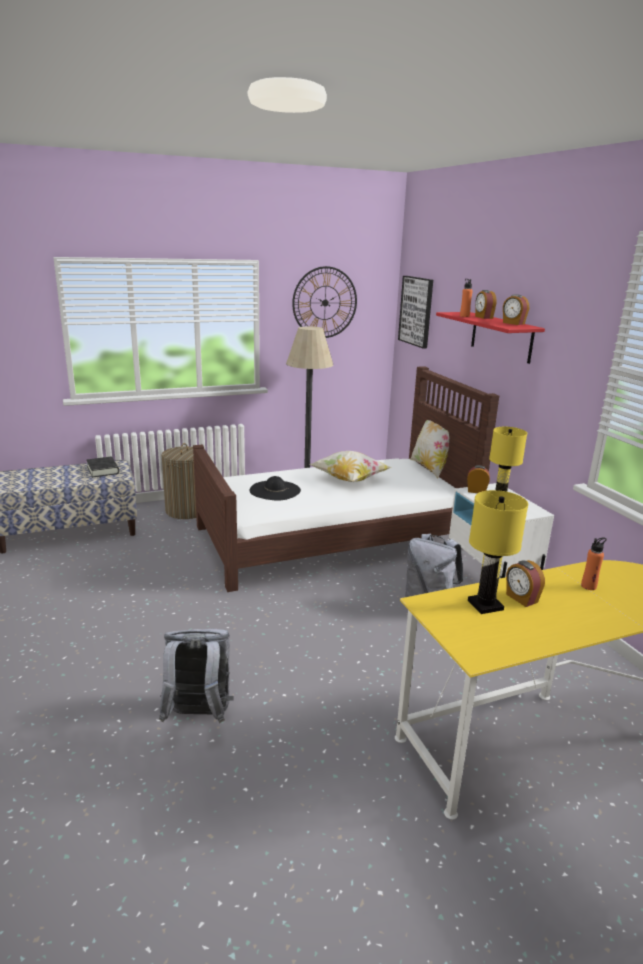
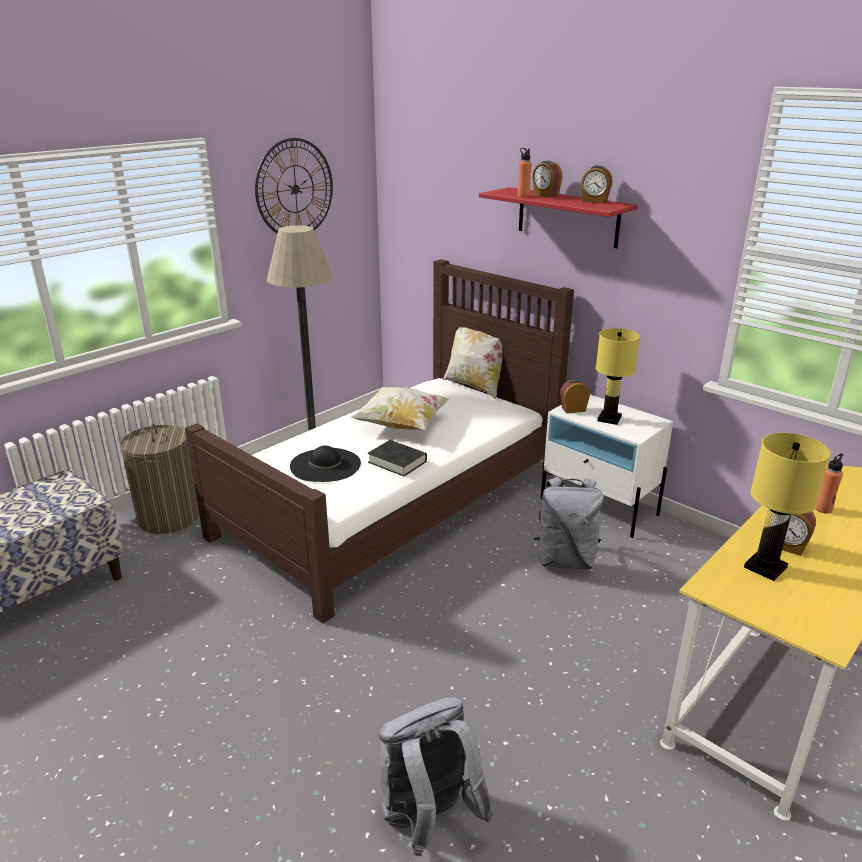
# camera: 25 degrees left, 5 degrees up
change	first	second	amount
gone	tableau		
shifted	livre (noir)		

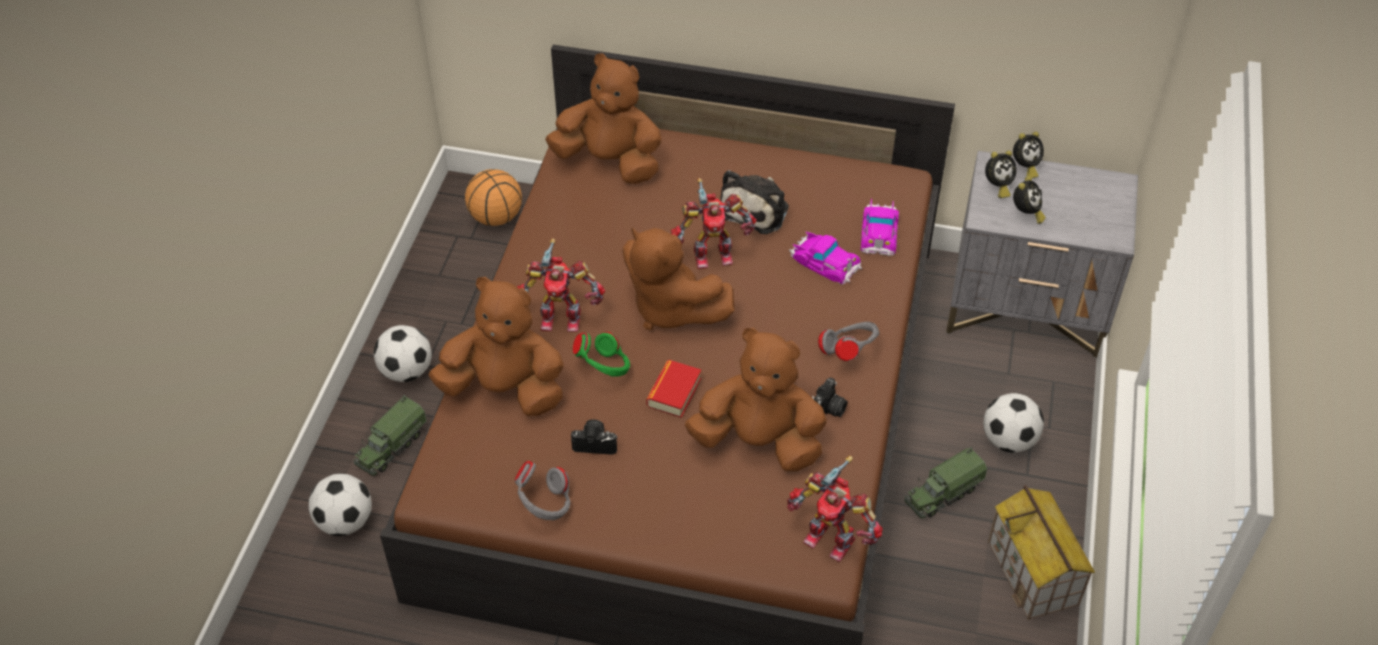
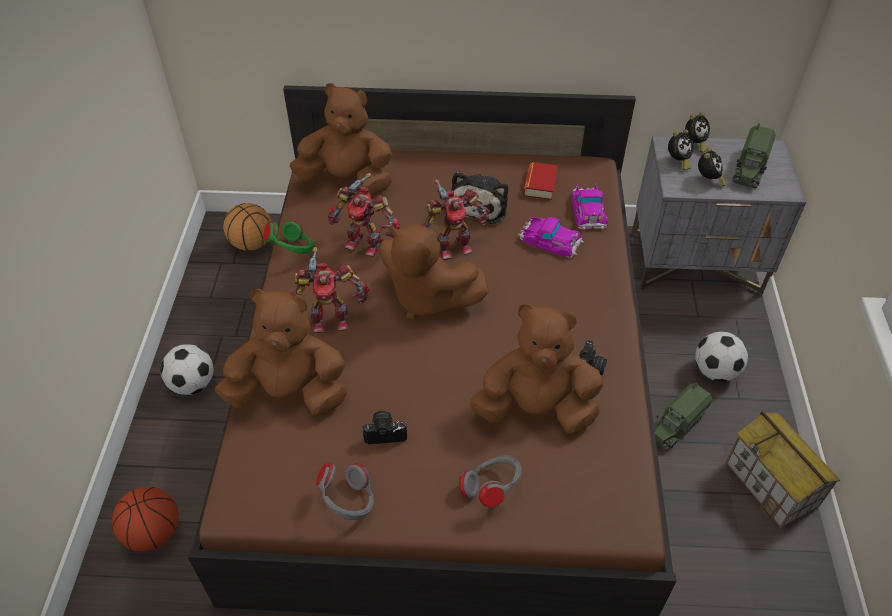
# camera: 10 degrees left, 0 degrees up
change	first	second	amount
shifted	camion jouet (no. 1 from left in the first image)	camion jouet (no. 2 from left)	
shifted	casque audio (vert)		
shifted	livre		
shifted	robot jouet (no. 3 from left in the first image)	robot jouet (no. 2 from left)	
shifted	casque audio (gris) (no. 2 from left)		
swapped	ballon de foot (no. 1 from left)	ballon de basket (no. 1 from left)	

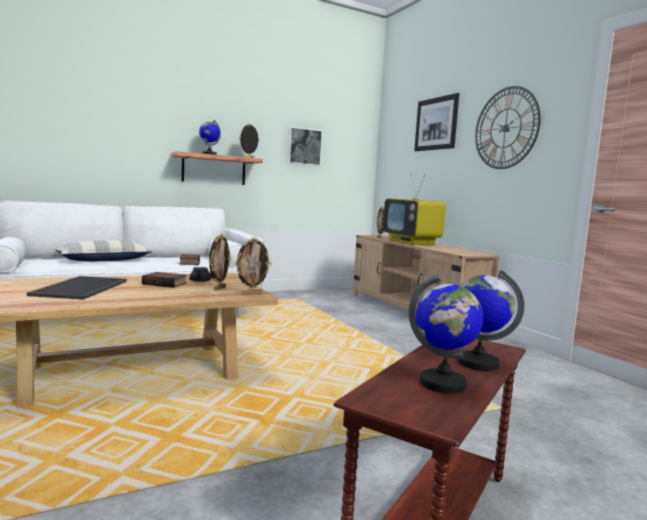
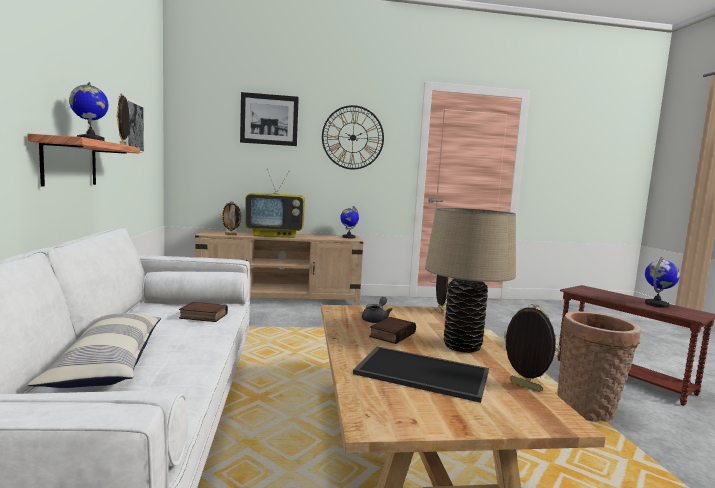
# camera: 70 degrees left, 0 degrees up
change	first	second	amount
new		lampe de table (beige)	
new		panier	
shifted	cadre photo (no. 1 from left in the first image)	cadre photo (no. 4 from left)	
shifted	globe (no. 3 from left in the first image)	globe (no. 2 from left)	

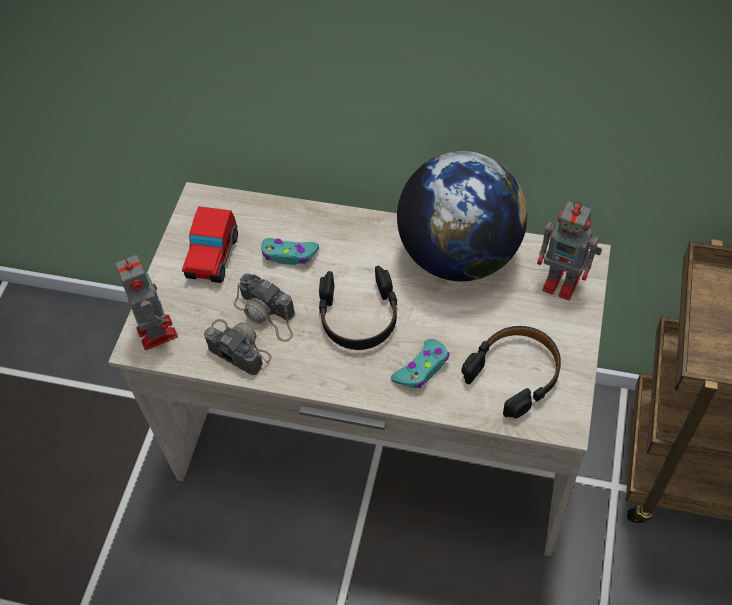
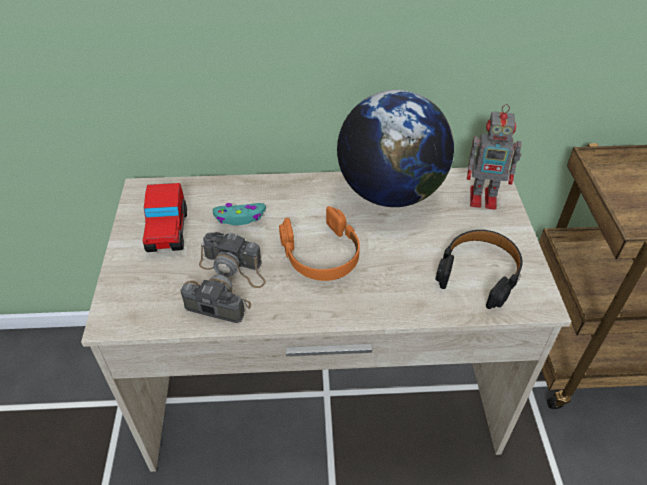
# camera: 20 degrees left, 10 degrees down
change	first	second	amount
gone	robot jouet (no. 1 from left)		
gone	manette (turquoise) (no. 2 from left)		
repainted	casque audio (noir) (no. 1 from left)	casque audio (orange)	

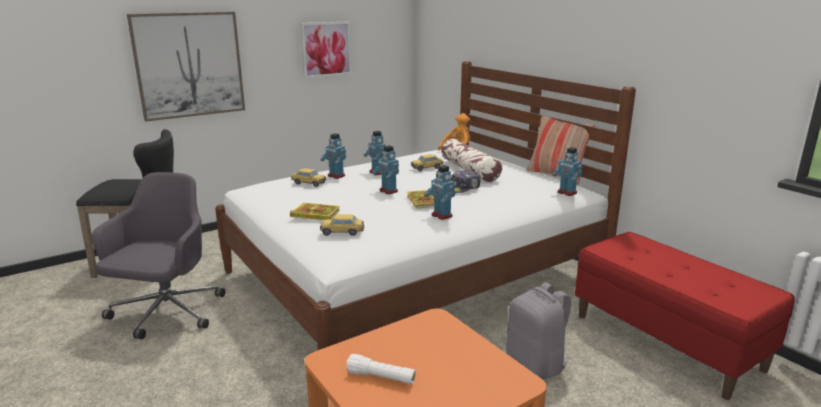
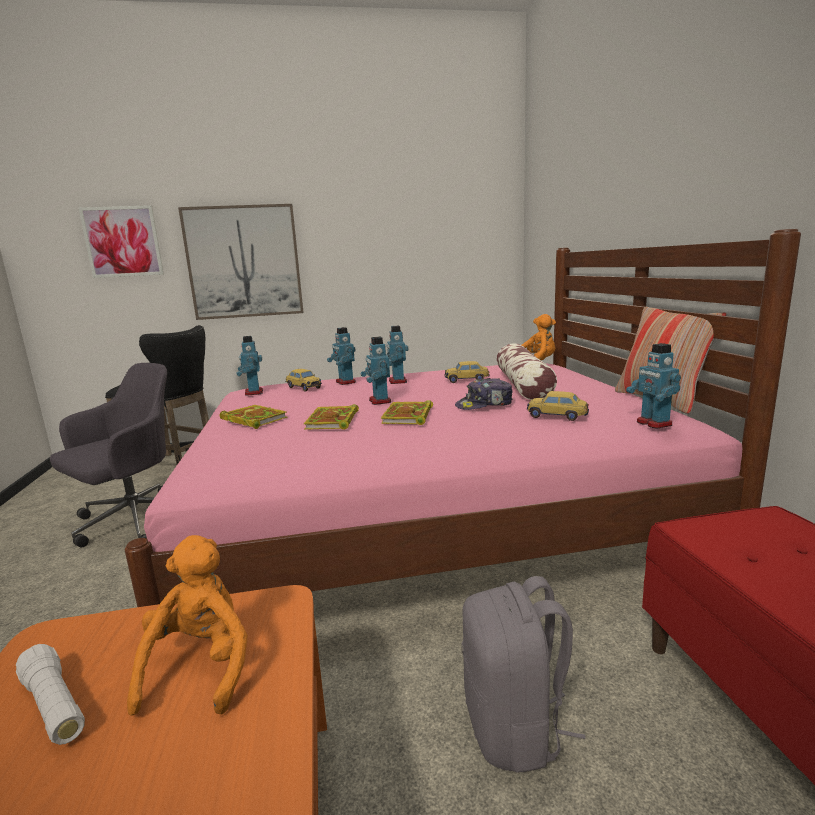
# camera: 25 degrees right, 5 degrees down
change	first	second	amount
new		peluche (orange) (no. 1 from left)	
new		livre (no. 2 from left)	
shifted	tableau (no. 2 from left in the first image)	tableau (no. 1 from left)	
shifted	petite voiture (no. 2 from left in the first image)	petite voiture (no. 3 from left)	
shifted	robot jouet (no. 4 from left in the first image)	robot jouet (no. 1 from left)	
repainted	lit (blanc)	lit (rose)	

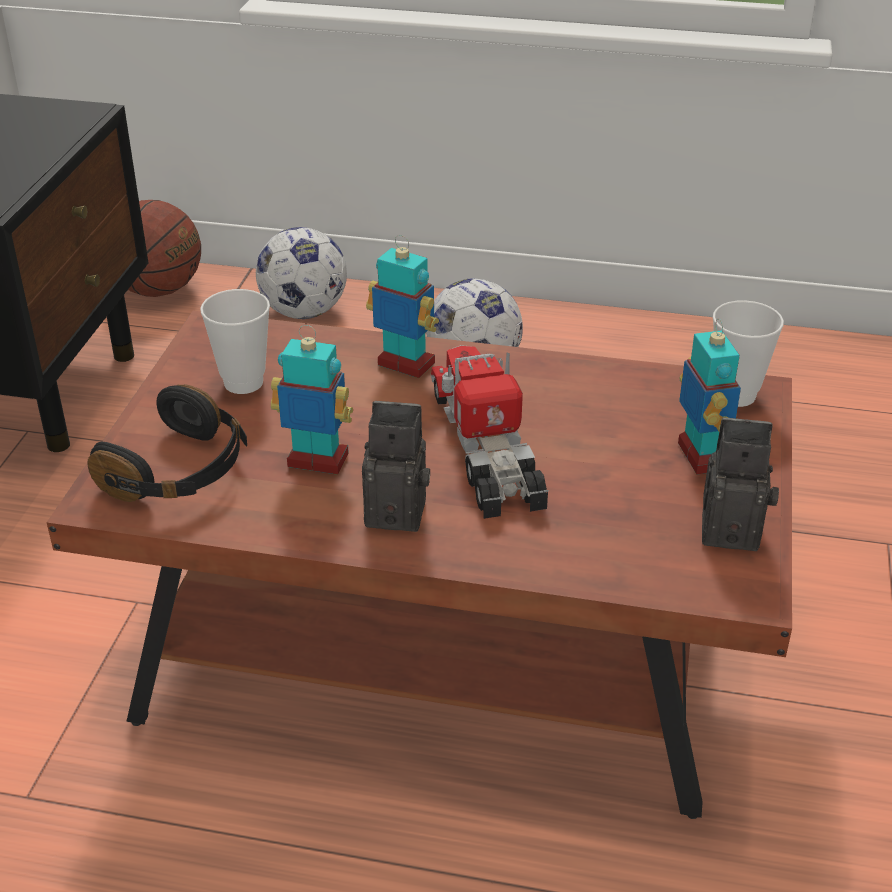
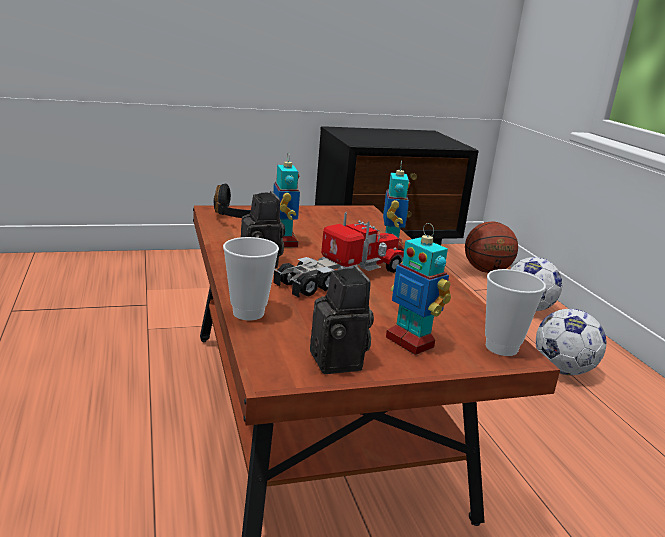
# camera: 60 degrees right, 15 degrees down
change	first	second	amount
shifted	tasse (no. 1 from left)		
rotated	robot jouet (no. 3 from left)		90 degrees clockwise

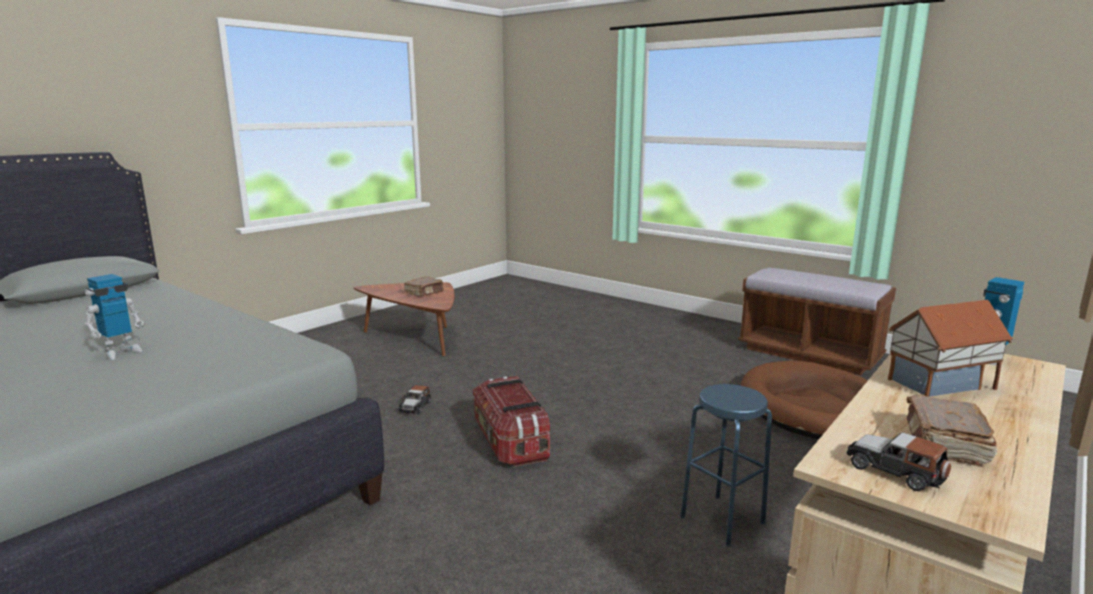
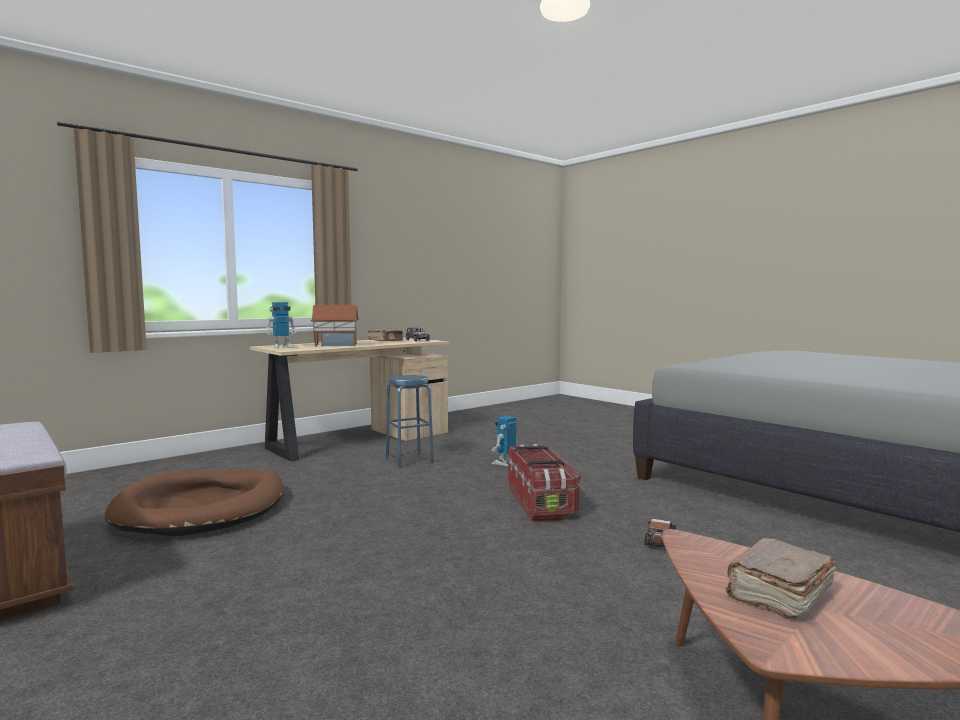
# camera: 170 degrees left, 10 degrees down
change	first	second	amount
shifted	robot jouet (no. 1 from left in the first image)	robot jouet (no. 2 from left)	

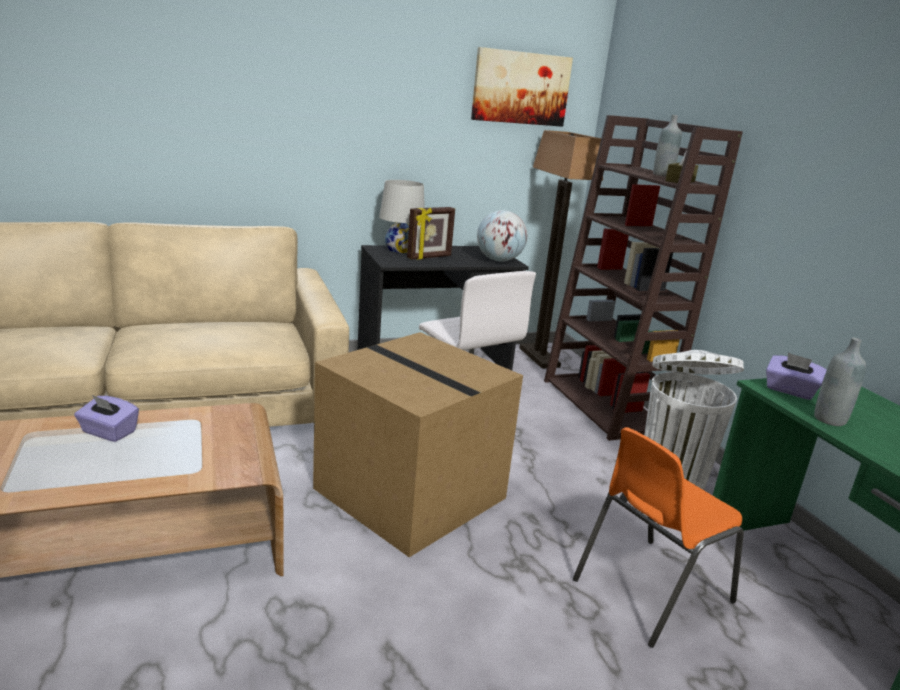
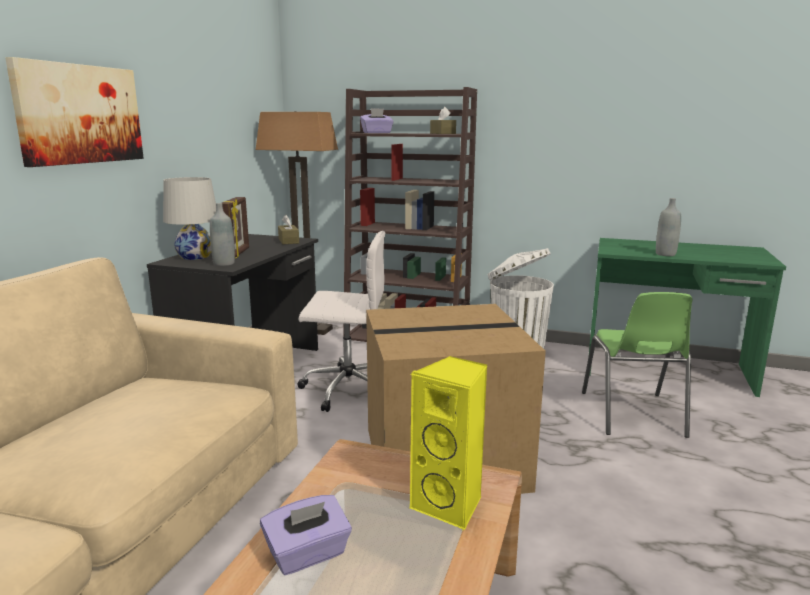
# camera: 50 degrees left, 5 degrees down
change	first	second	amount
new		enceinte (jaune)	
shifted	tableau		
shifted	bouteille (gris) (no. 1 from left)		
shifted	boîte à mouchoirs (violet) (no. 2 from left)		
swapped	globe	boîte à mouchoirs (marron) (no. 1 from left)	
repainted	chaise (orange)	chaise (vert)	

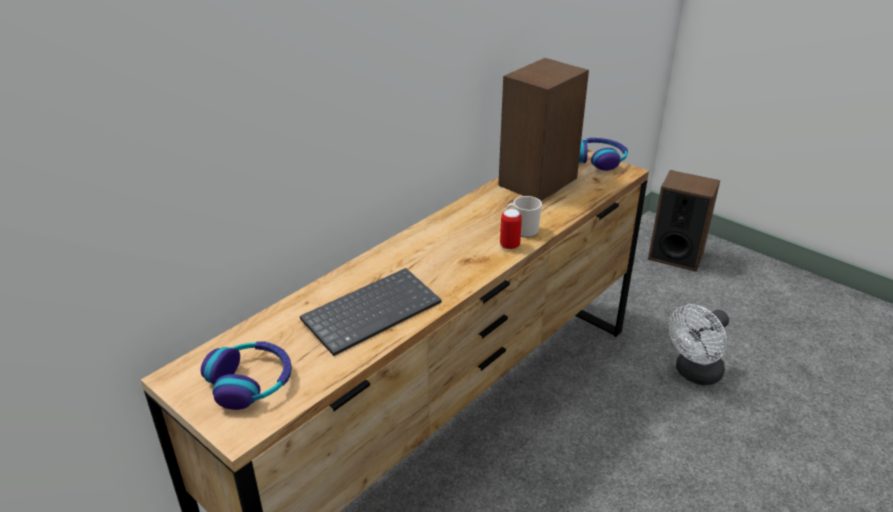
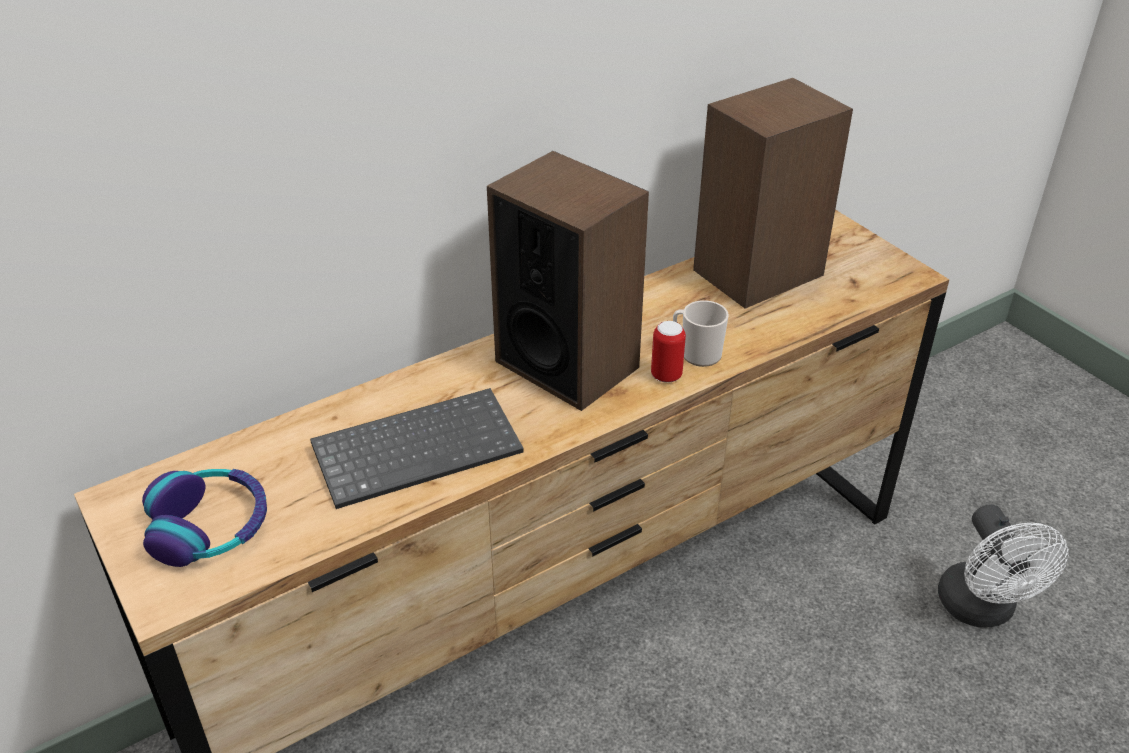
# camera: 15 degrees right, 5 degrees up
change	first	second	amount
gone	casque audio (no. 2 from left)		
shifted	enceinte (no. 2 from left in the first image)	enceinte (no. 1 from left)	
rotated	ventilateur (blanc)		75 degrees counterclockwise

